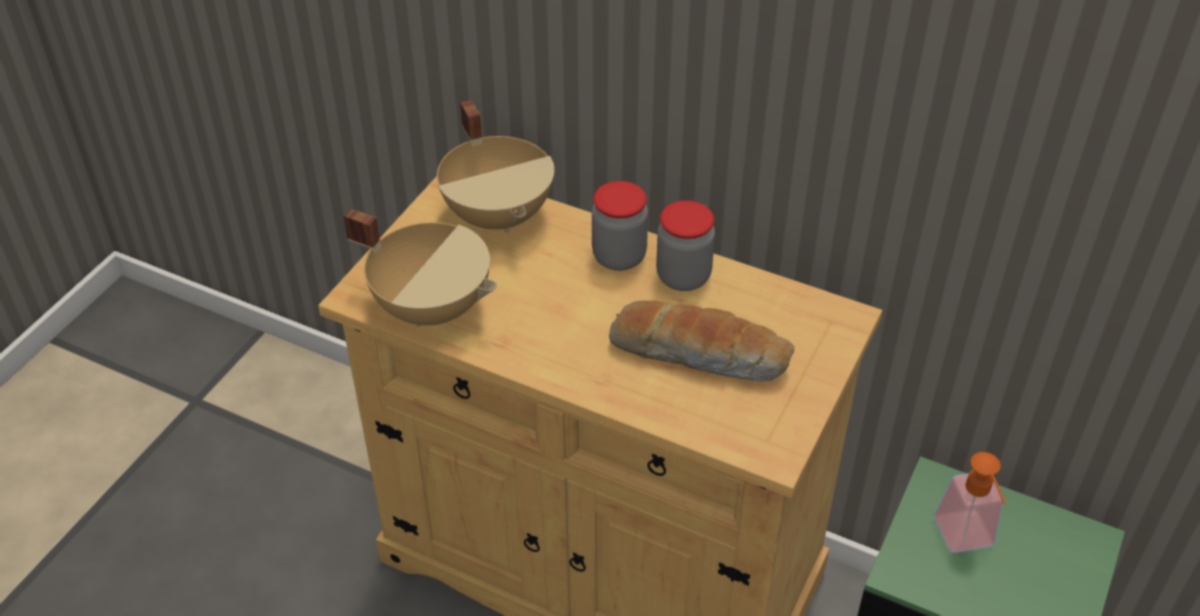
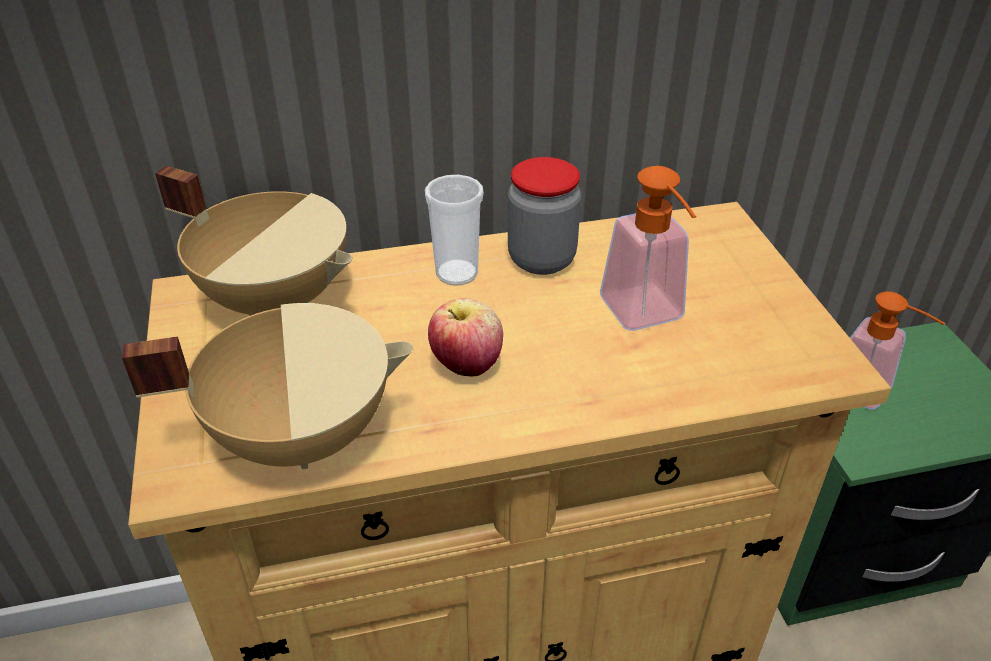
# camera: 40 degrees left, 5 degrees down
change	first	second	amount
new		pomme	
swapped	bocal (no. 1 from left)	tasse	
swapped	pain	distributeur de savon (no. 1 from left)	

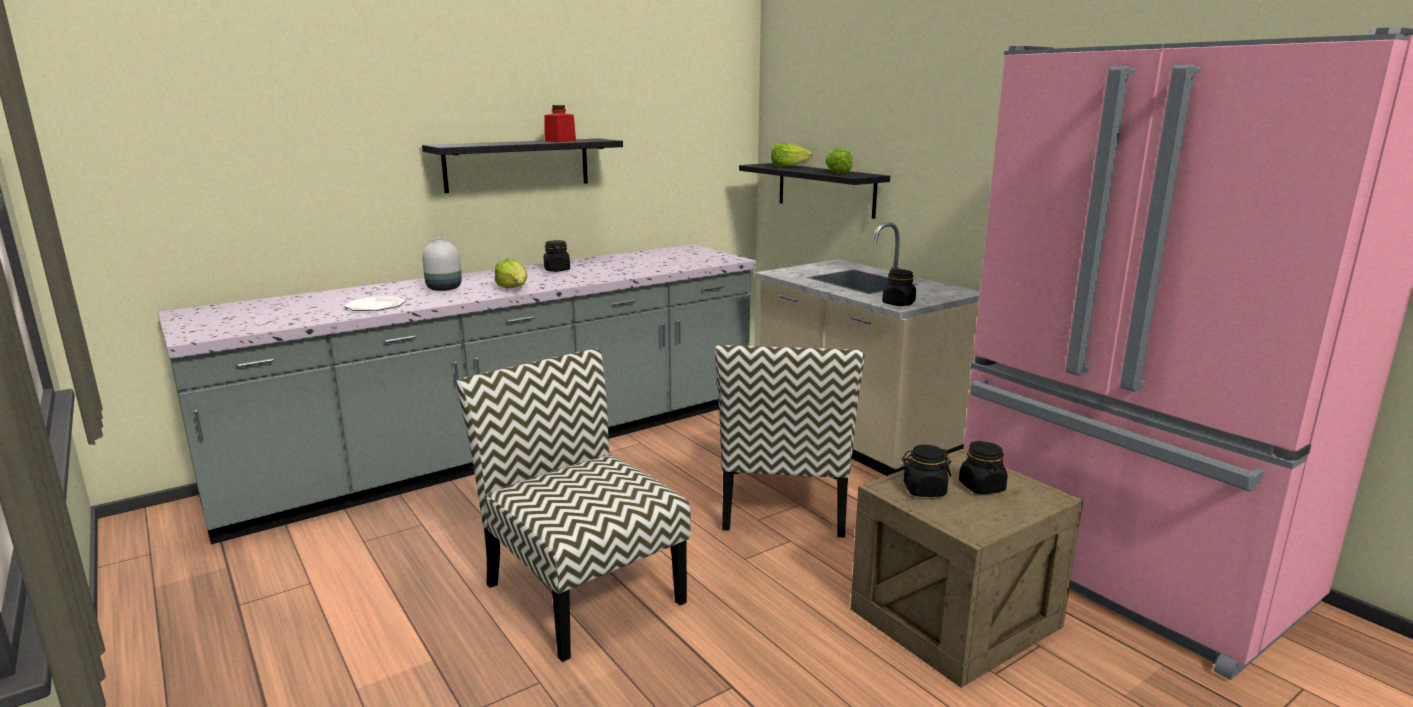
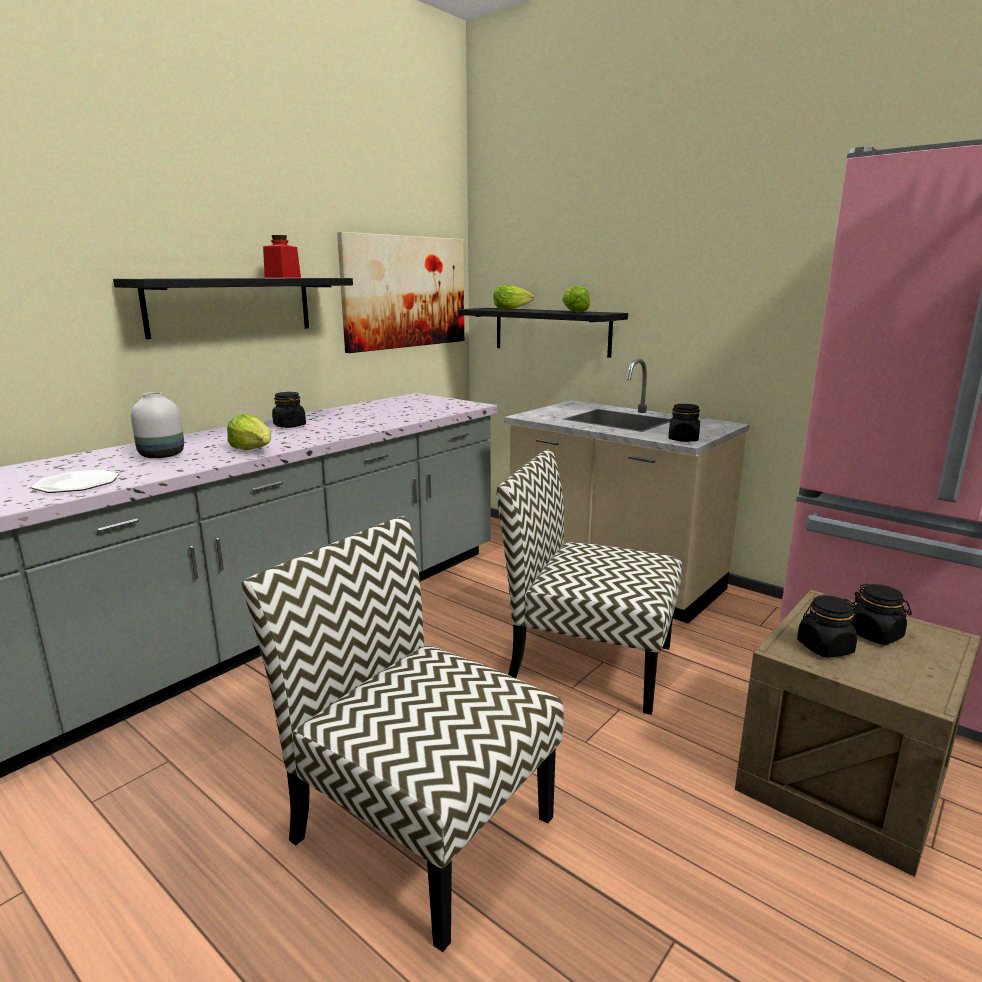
# camera: 15 degrees left, 0 degrees up
change	first	second	amount
new		tableau	
rotated	chaise (no. 2 from left)		120 degrees clockwise

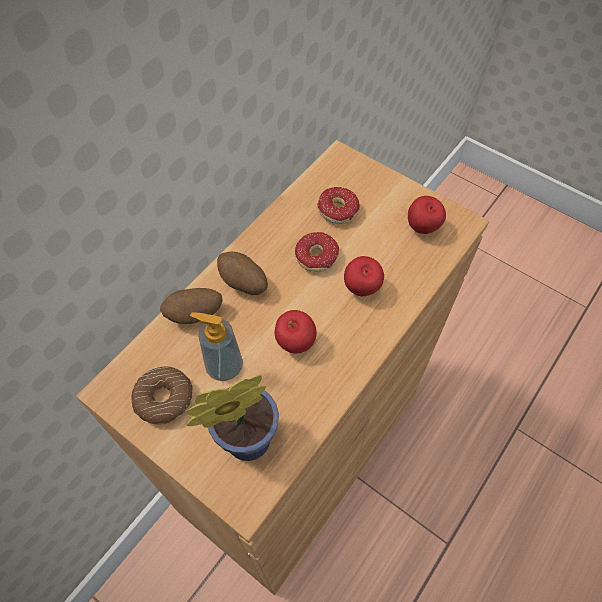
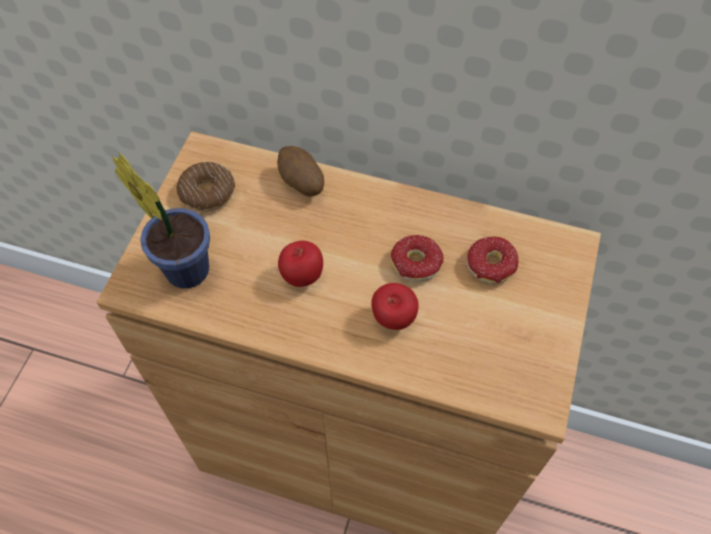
# camera: 70 degrees right, 0 degrees up
change	first	second	amount
gone	distributeur de savon		
gone	pomme de terre (no. 2 from left)		
gone	pomme (no. 3 from left)		

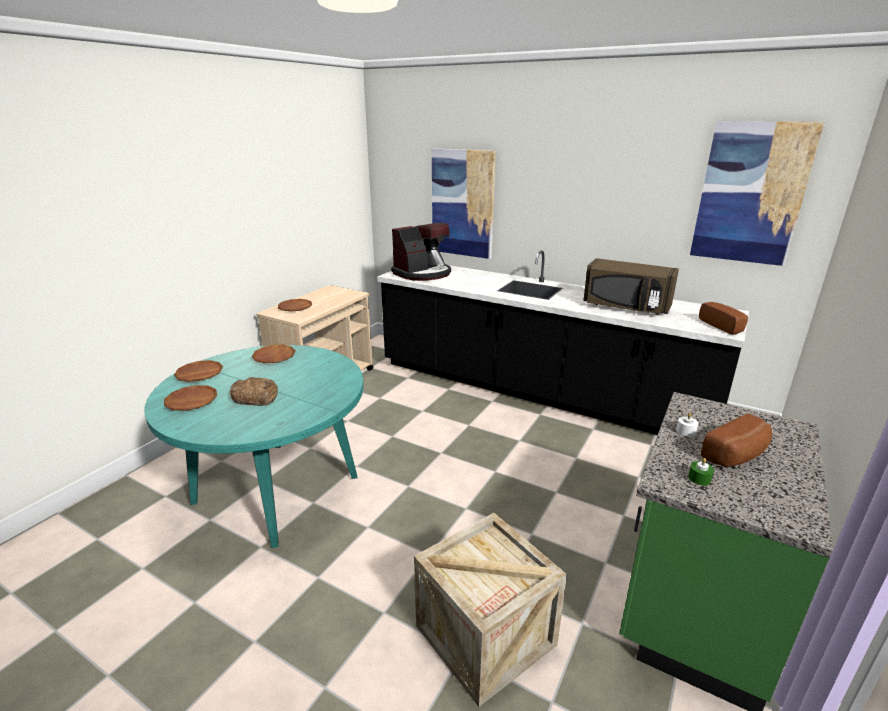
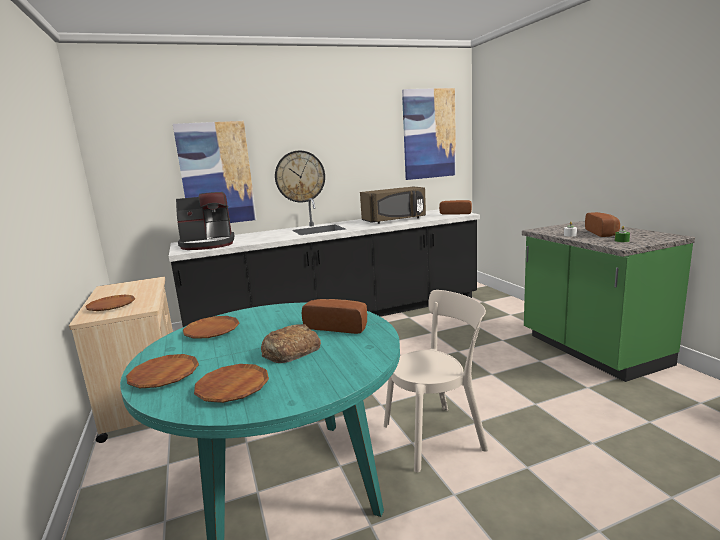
# camera: 50 degrees left, 10 degrees down
change	first	second	amount
gone	caisse		
new		horloge murale	
new		pain (no. 2 from left)	
new		chaise (beige)	
rotated	machine à café		75 degrees clockwise

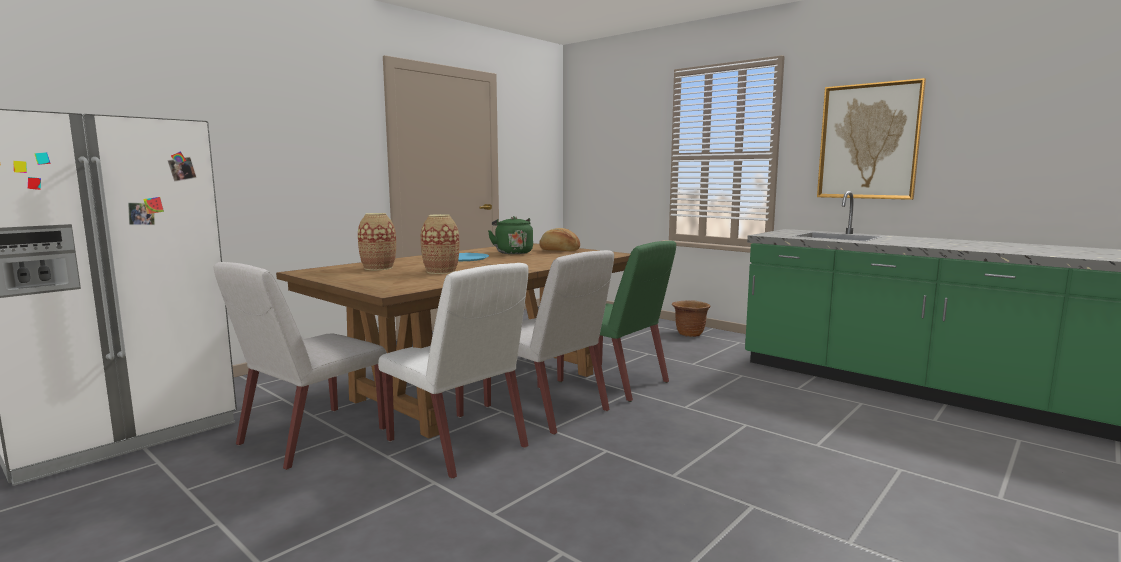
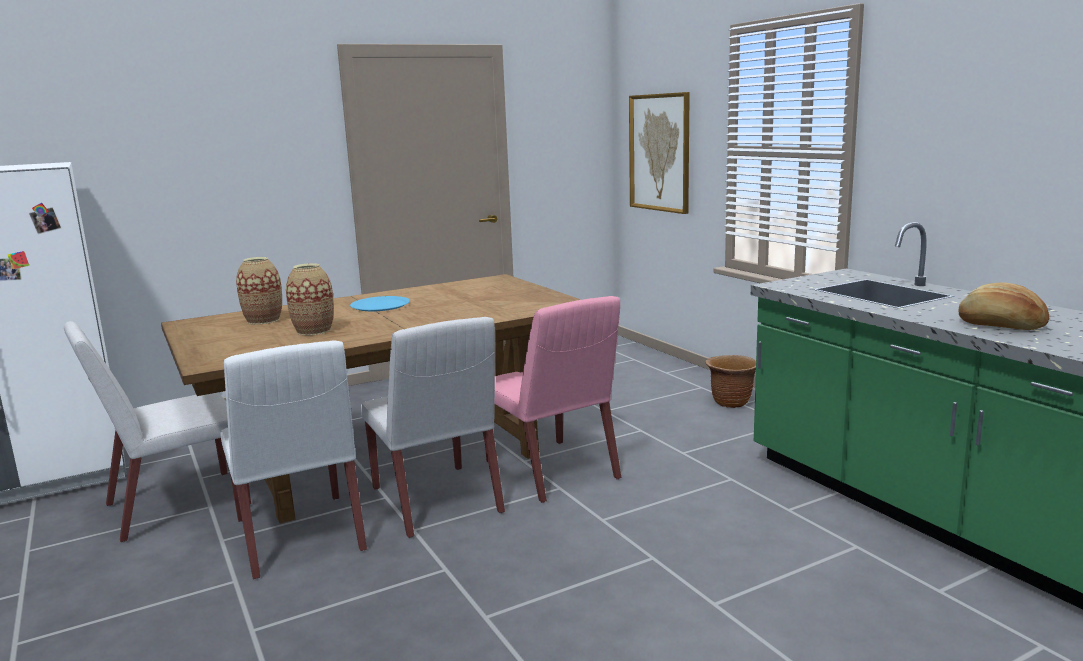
# camera: 20 degrees right, 5 degrees up
change	first	second	amount
gone	bouilloire (vert)		
shifted	pain		
shifted	tableau		
repainted	chaise (vert)	chaise (rose)	

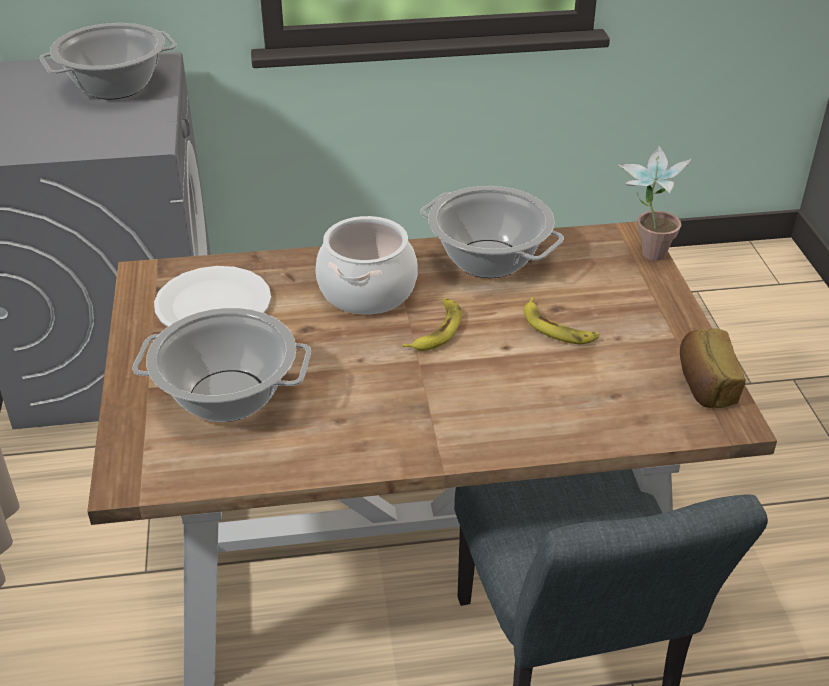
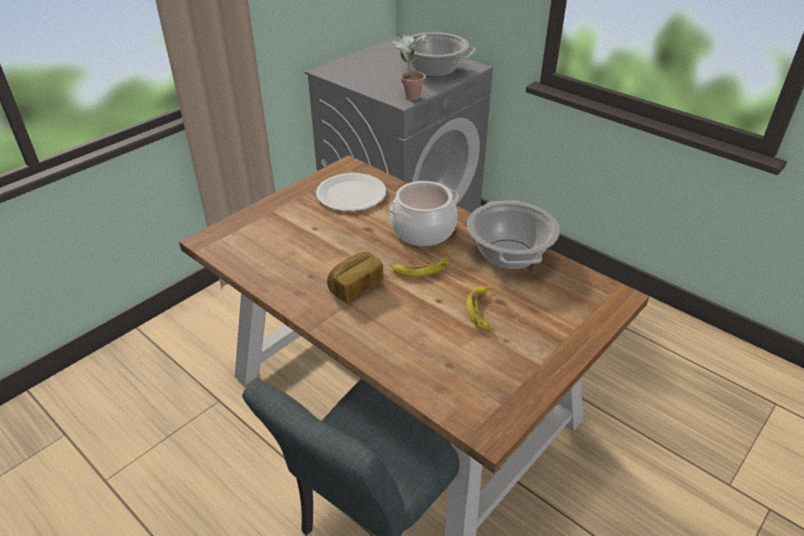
# camera: 50 degrees right, 0 degrees up
change	first	second	amount
gone	marmite (no. 2 from left)		
shifted	plante en pot		
shifted	pain		

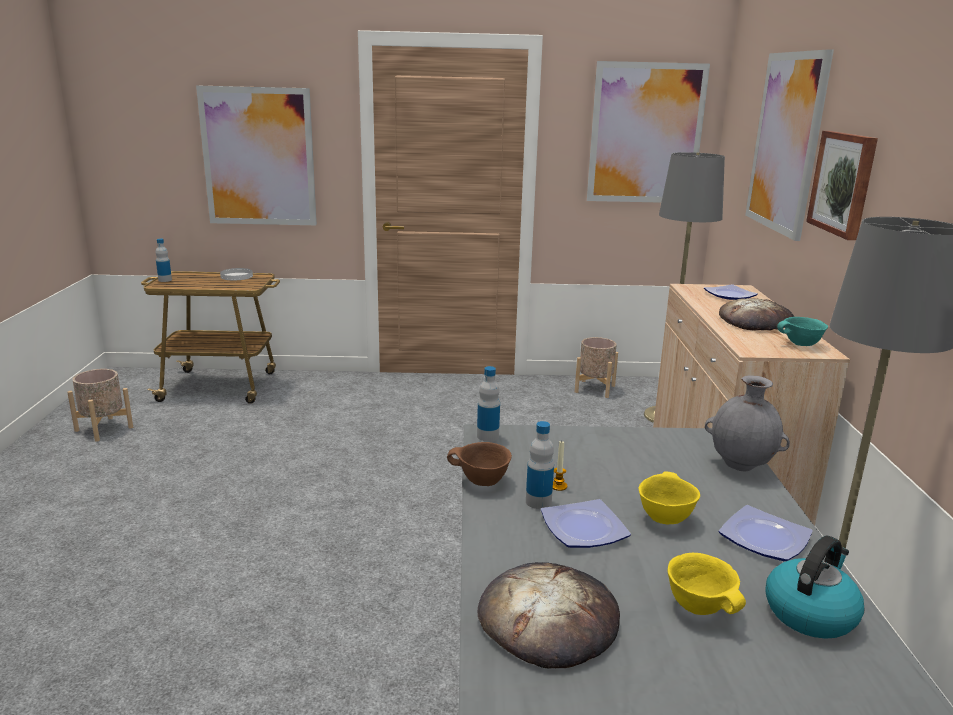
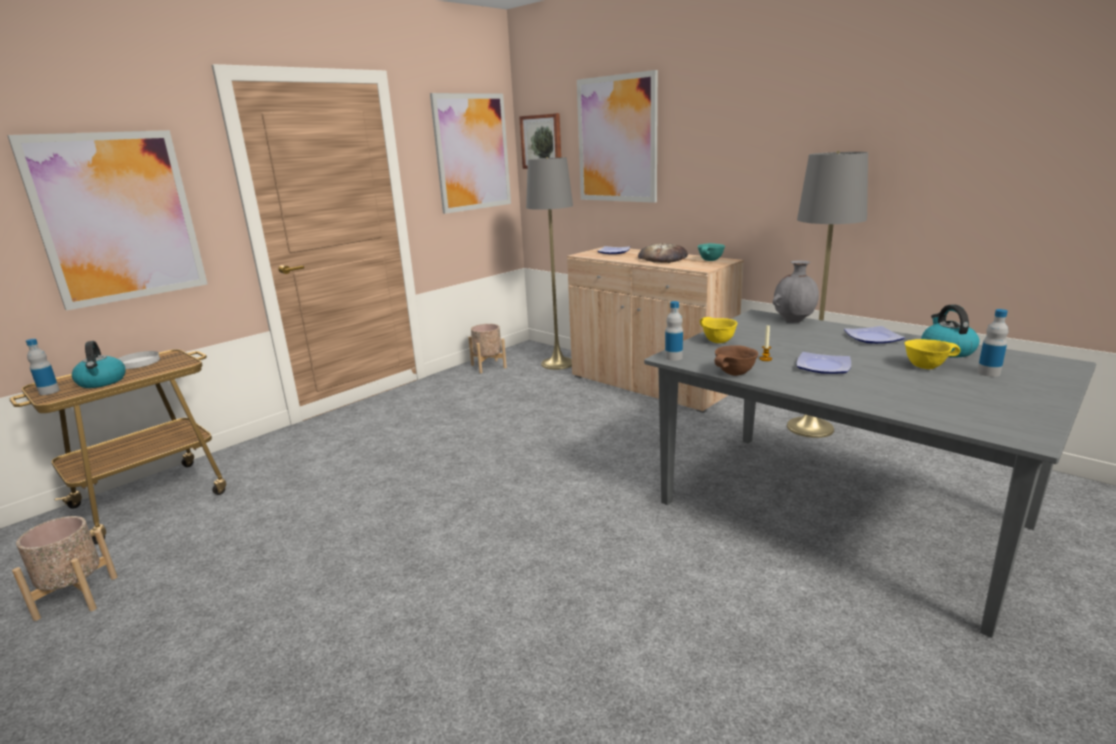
# camera: 45 degrees left, 0 degrees up
change	first	second	amount
gone	pain (no. 1 from left)		
new		bouilloire (no. 1 from left)	
shifted	bouteille (no. 3 from left)		
shifted	bol (jaune) (no. 1 from left)		
shifted	tableau (no. 4 from left in the first image)	tableau (no. 3 from left)	

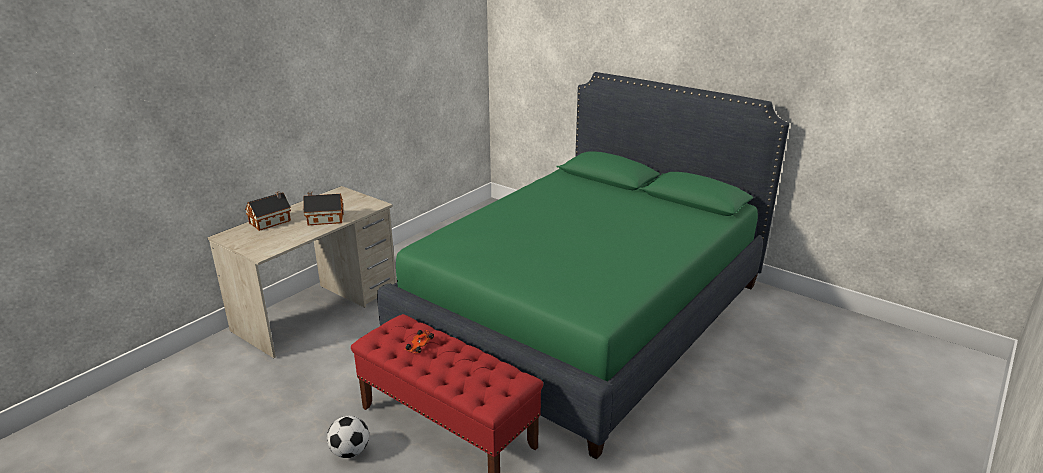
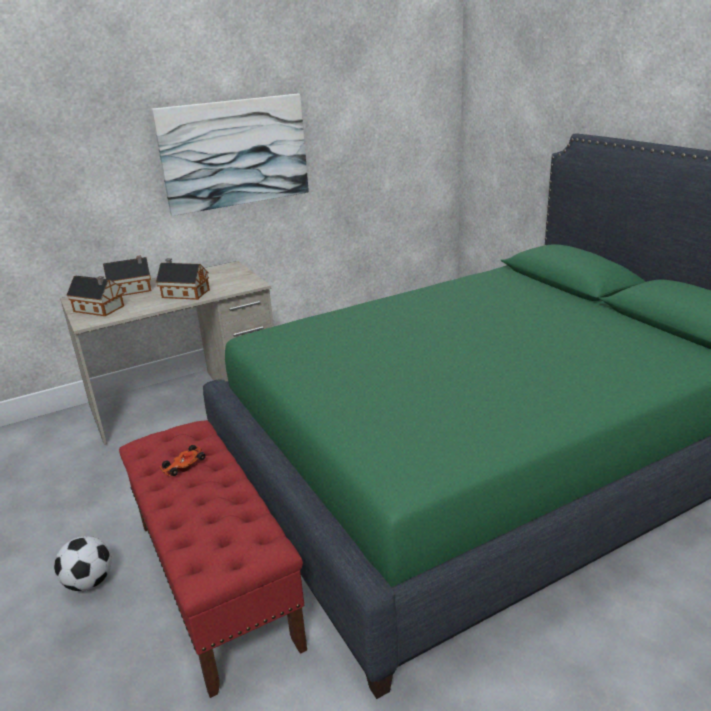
# camera: 25 degrees right, 0 degrees up
change	first	second	amount
new		maison miniature (no. 1 from left)	
new		tableau	

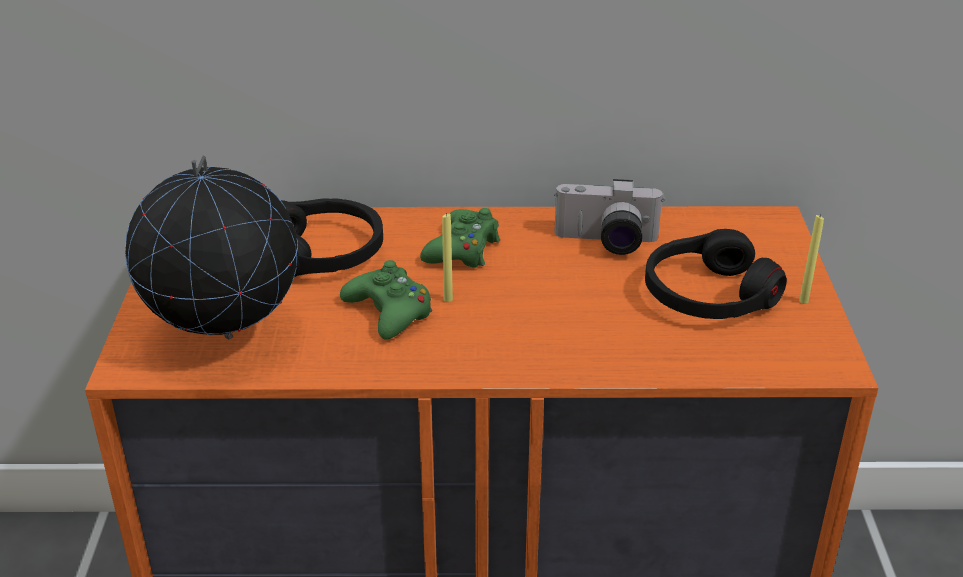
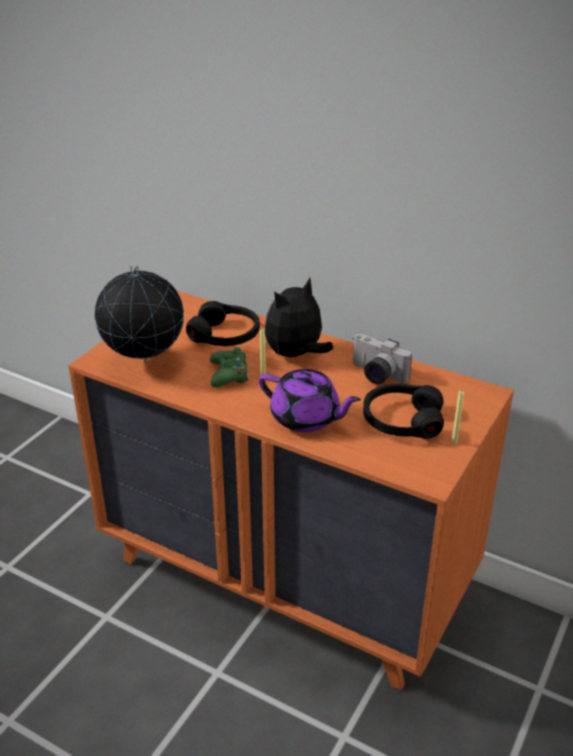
# camera: 30 degrees right, 0 degrees up
change	first	second	amount
new		théière (violet)	
swapped	manette (vert) (no. 2 from left)	peluche	

